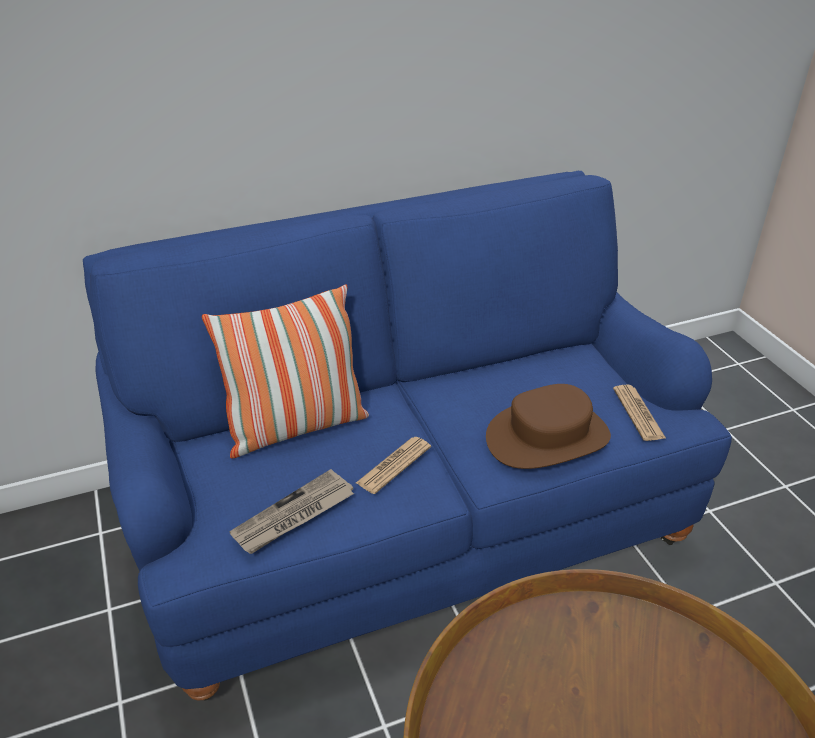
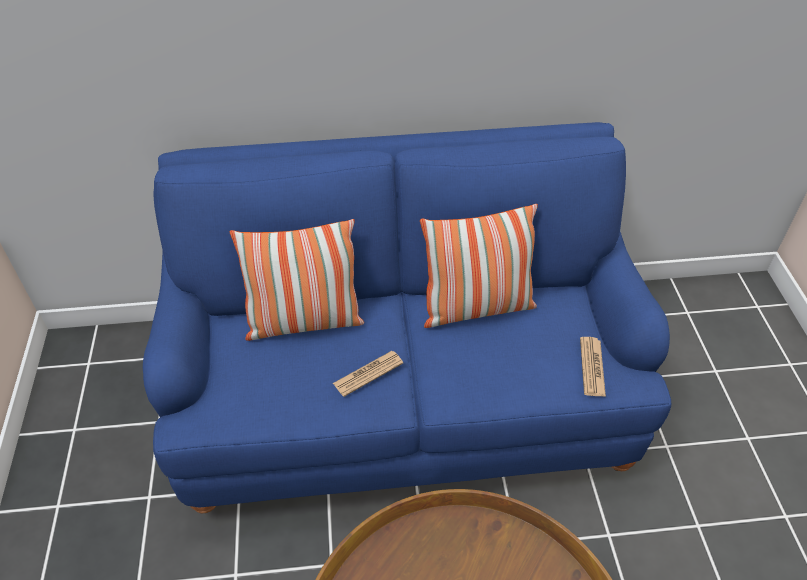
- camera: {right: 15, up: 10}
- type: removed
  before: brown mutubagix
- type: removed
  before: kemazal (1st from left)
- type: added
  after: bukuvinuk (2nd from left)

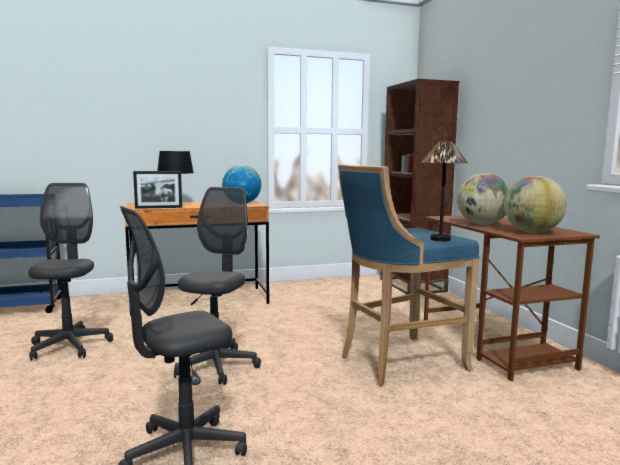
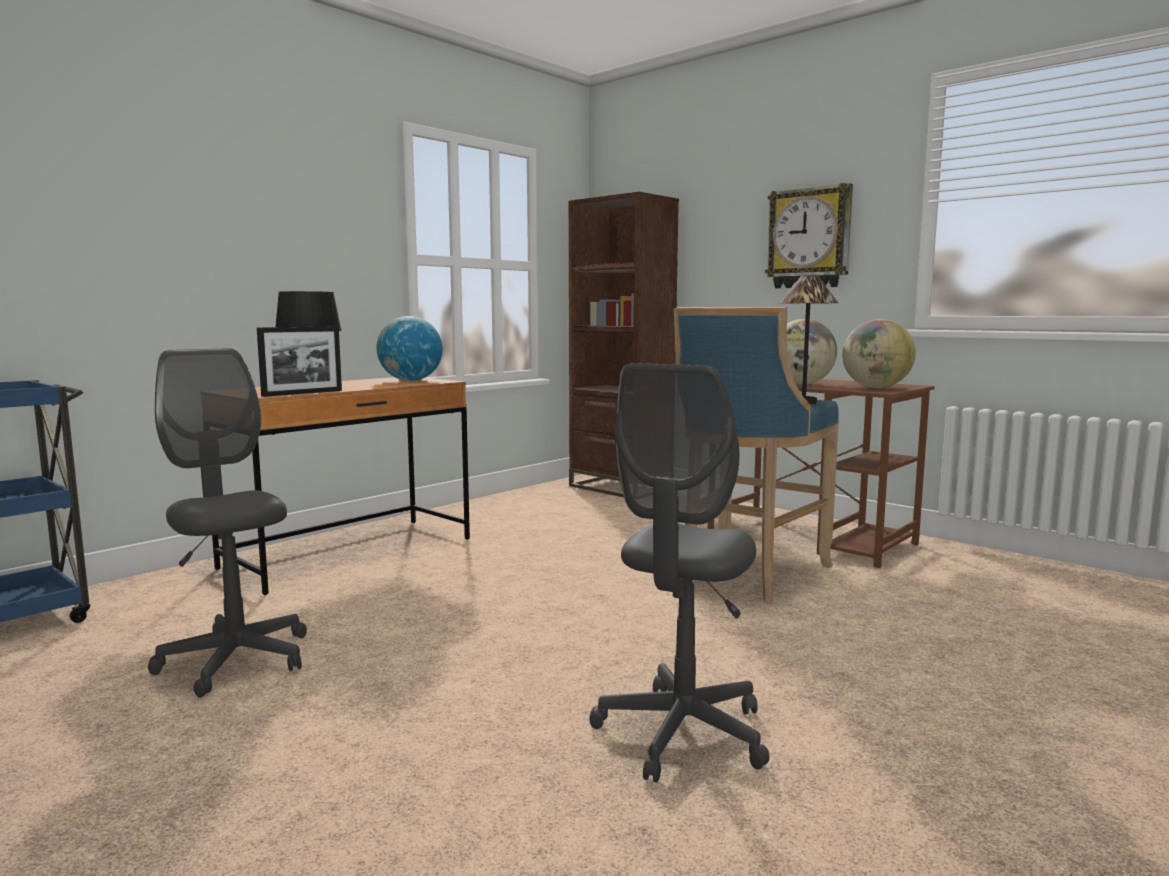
- camera: {right: -30, up: 0}
- type: removed
  before: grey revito (3rd from left)
- type: added
  after: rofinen

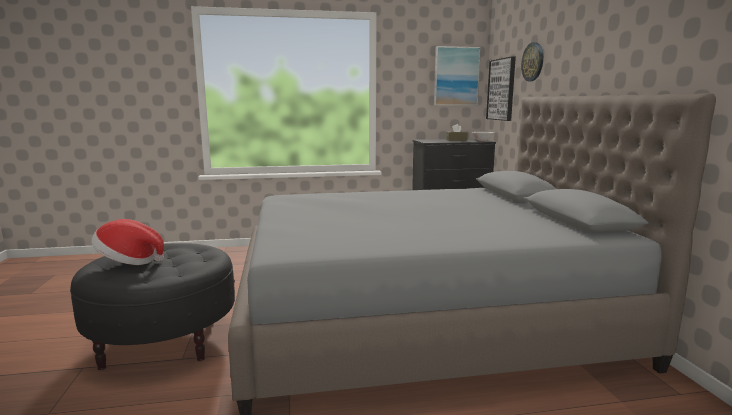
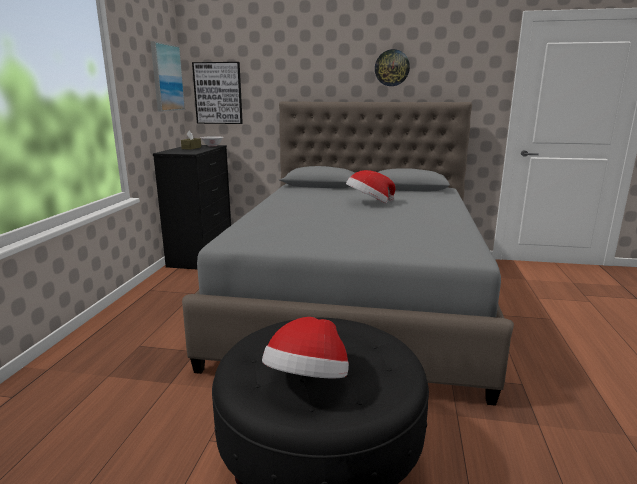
- camera: {right: -70, up: 5}
- type: moved
  before: rofinen
- type: added
  after: mutubagix (2nd from left)

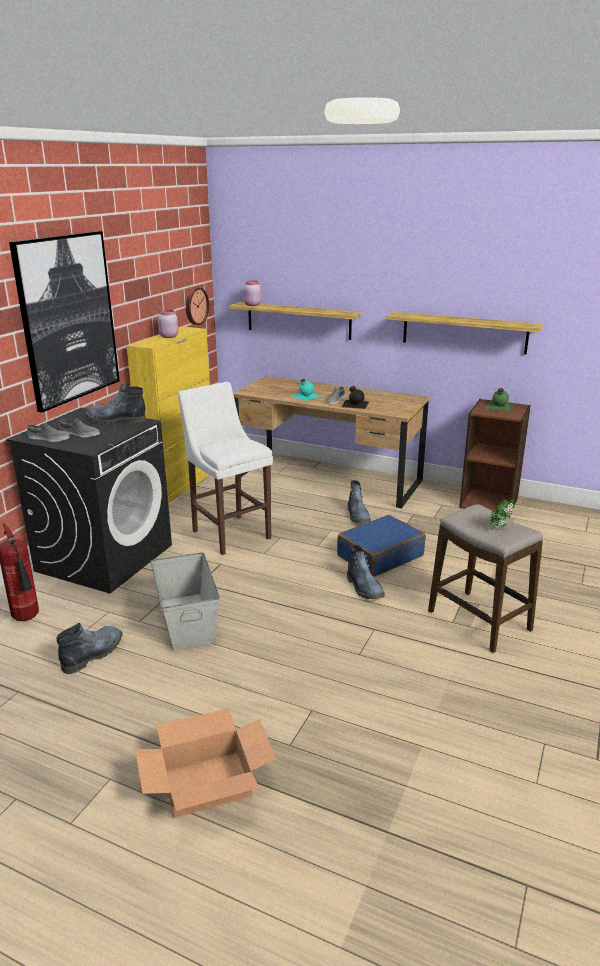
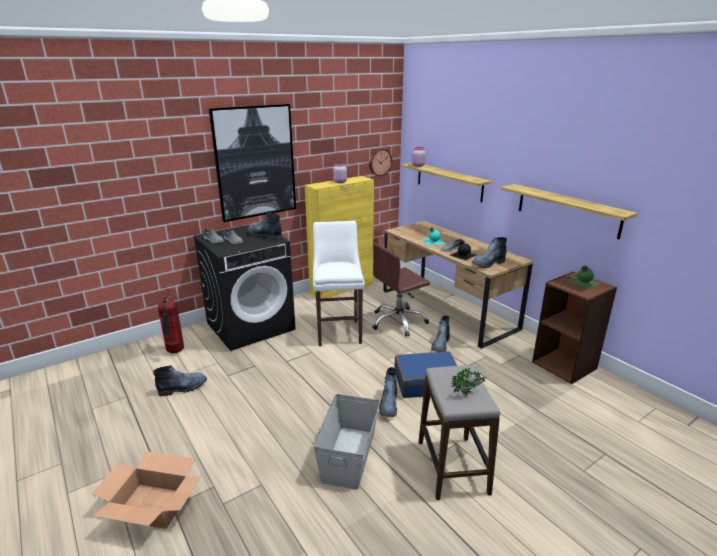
- camera: {right: 30, up: 0}
- type: moved
  before: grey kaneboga
- type: added
  after: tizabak (5th from left)
- type: added
  after: brown revito

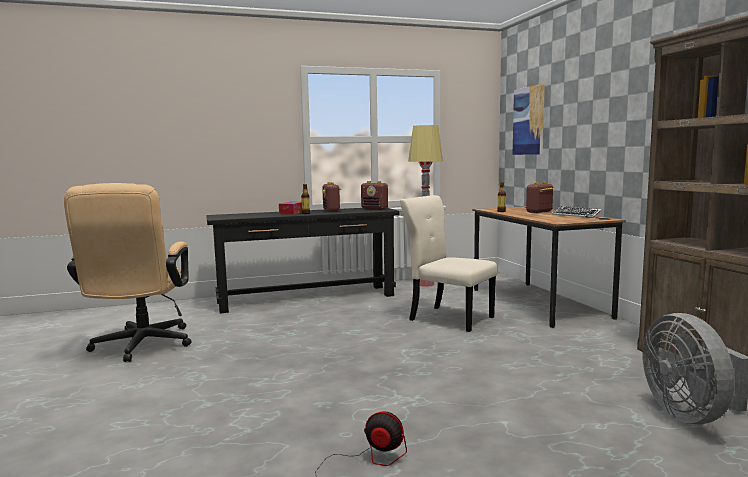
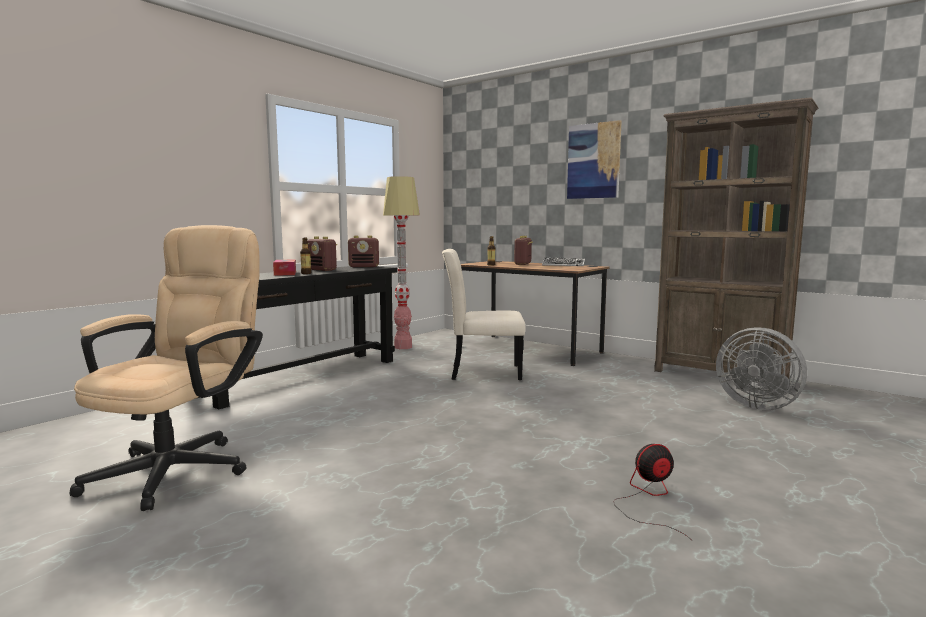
- camera: {right: -35, up: 0}
- type: moved
  before: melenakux
- type: turned
  before: beige revito
  turn: -120

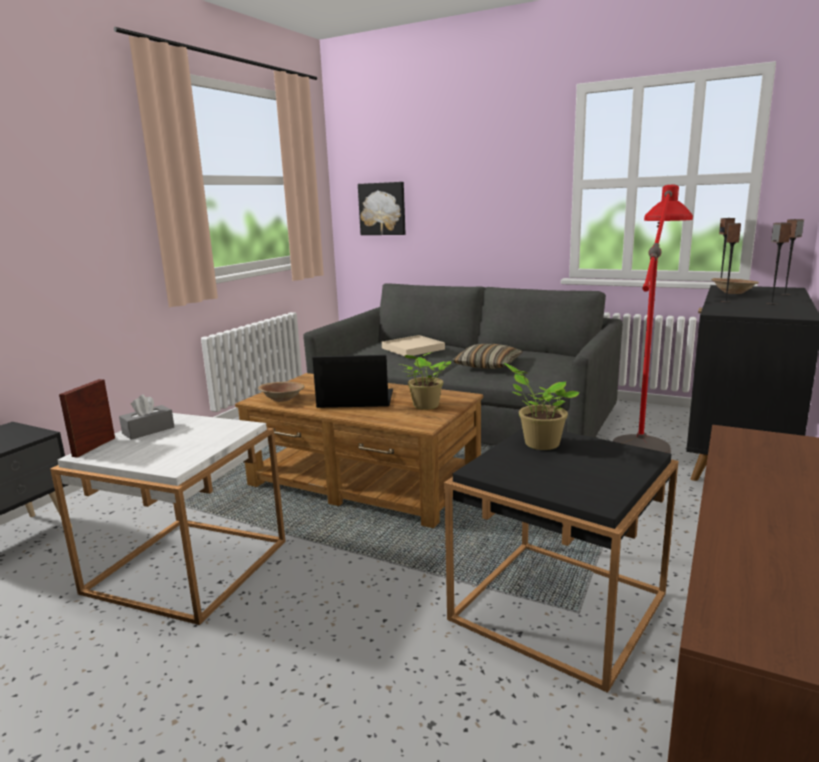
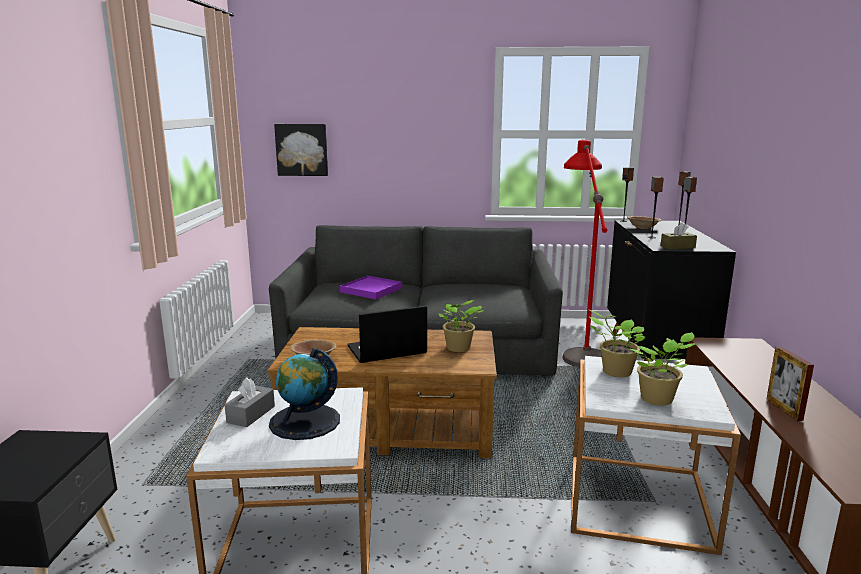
- camera: {right: -25, up: 0}
- type: recoloured
  before: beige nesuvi
  after: purple nesuvi
- type: removed
  before: bukuvinuk
- type: moved
  before: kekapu
- type: recoloured
  before: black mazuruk
  after: white mazuruk (2nd from left)
- type: added
  after: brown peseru
- type: added
  after: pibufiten (3rd from left)
- type: added
  after: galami

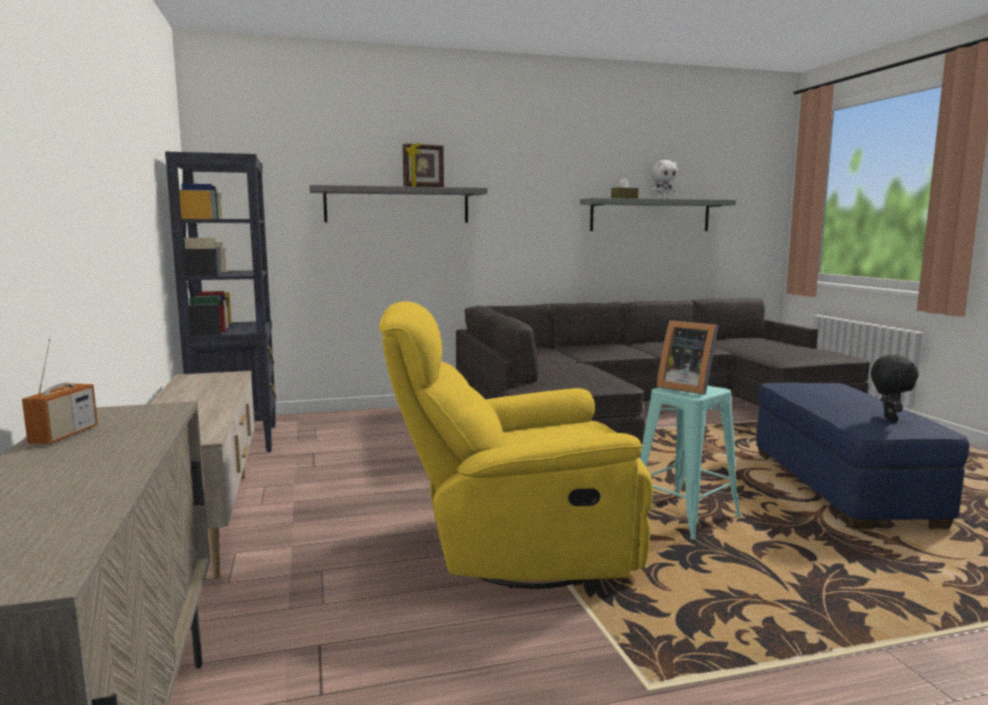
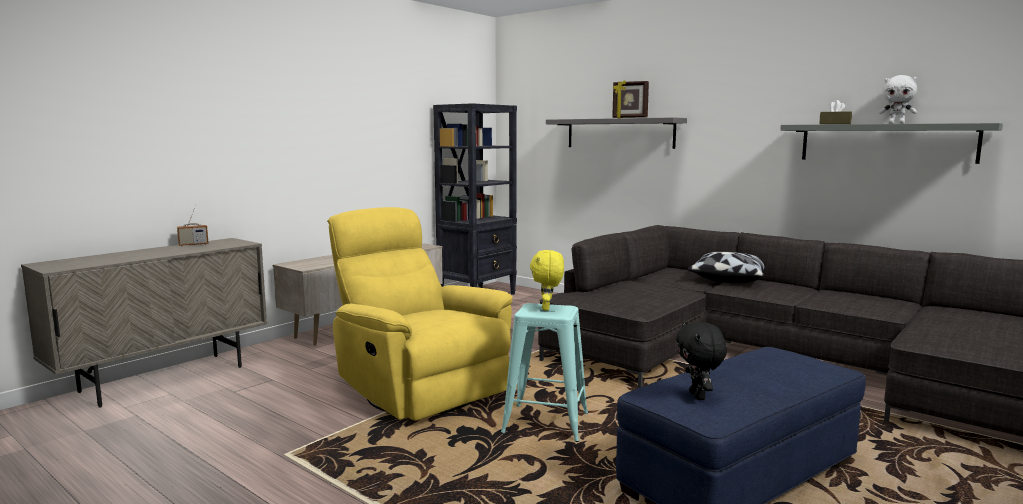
- camera: {right: 55, up: 0}
- type: replaced
  before: kekapu (2nd from left)
  after: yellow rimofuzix
- type: turned
  before: black rimofuzix
  turn: 105
- type: added
  after: bukuvinuk

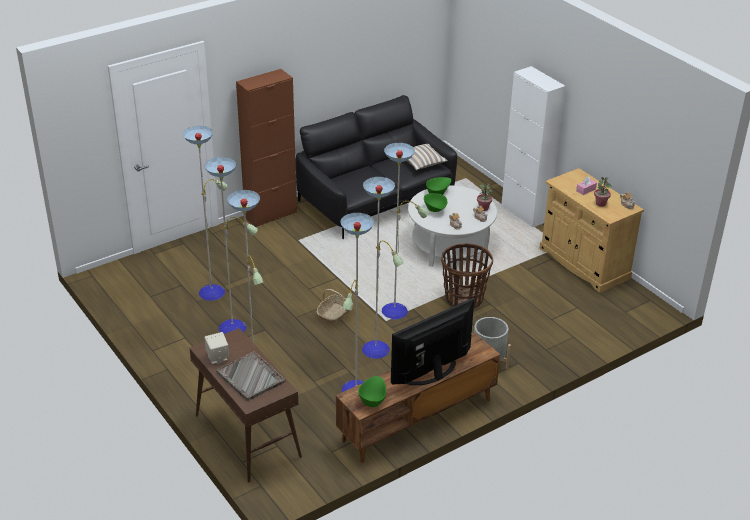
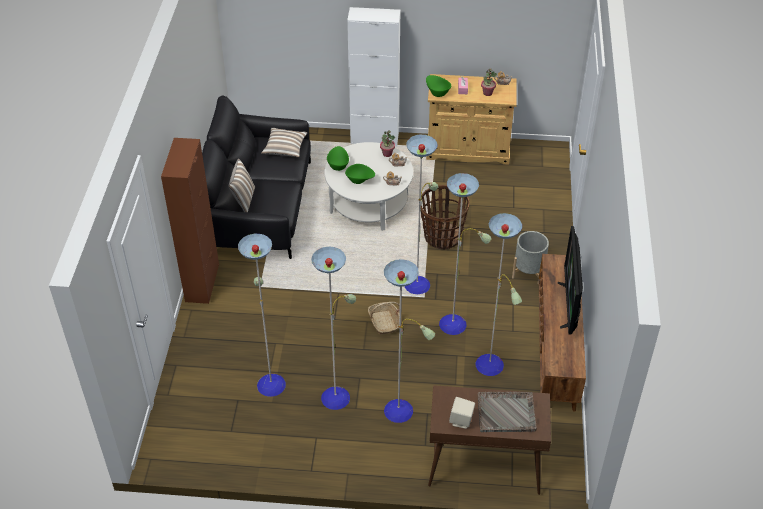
- camera: {right: -50, up: 10}
- type: moved
  before: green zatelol (1st from left in the first image)
  after: green zatelol (3rd from left)
- type: added
  after: bukuvinuk (1st from left)

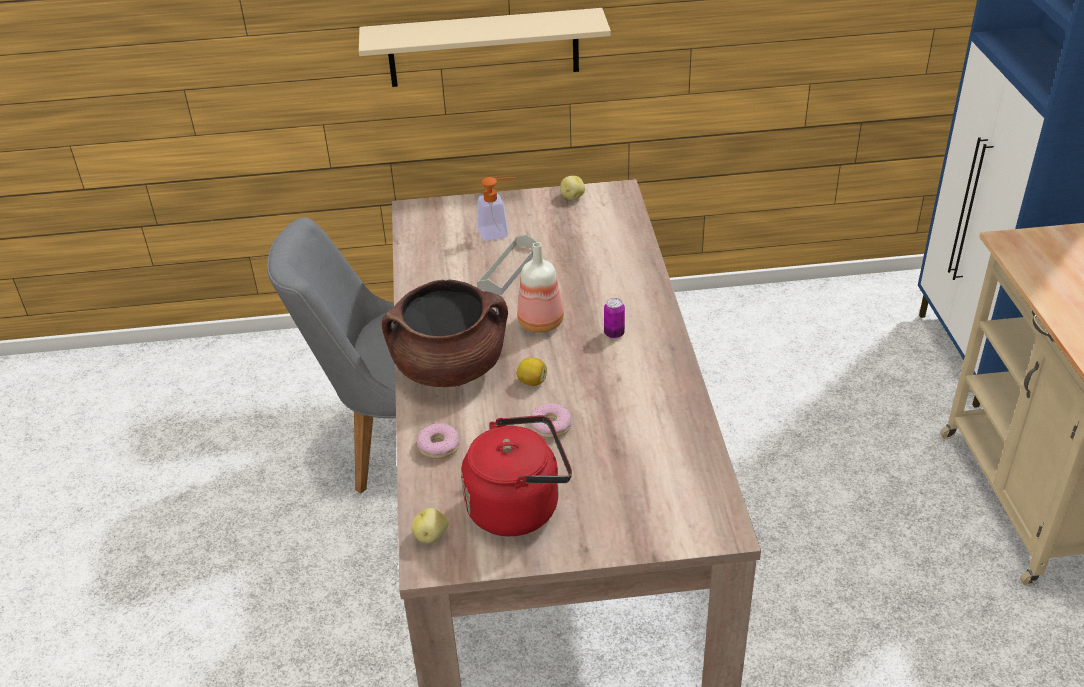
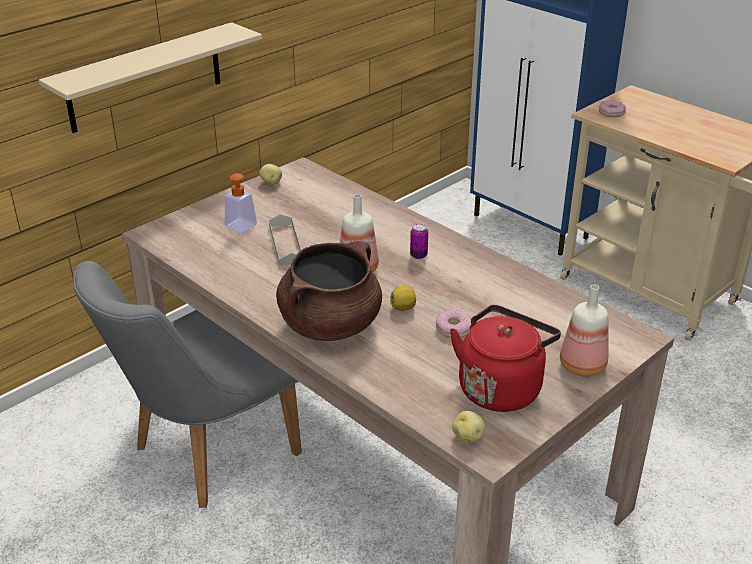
- camera: {right: -40, up: -5}
- type: moved
  before: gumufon (1st from left in the first image)
  after: gumufon (2nd from left)
- type: added
  after: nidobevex (2nd from left)

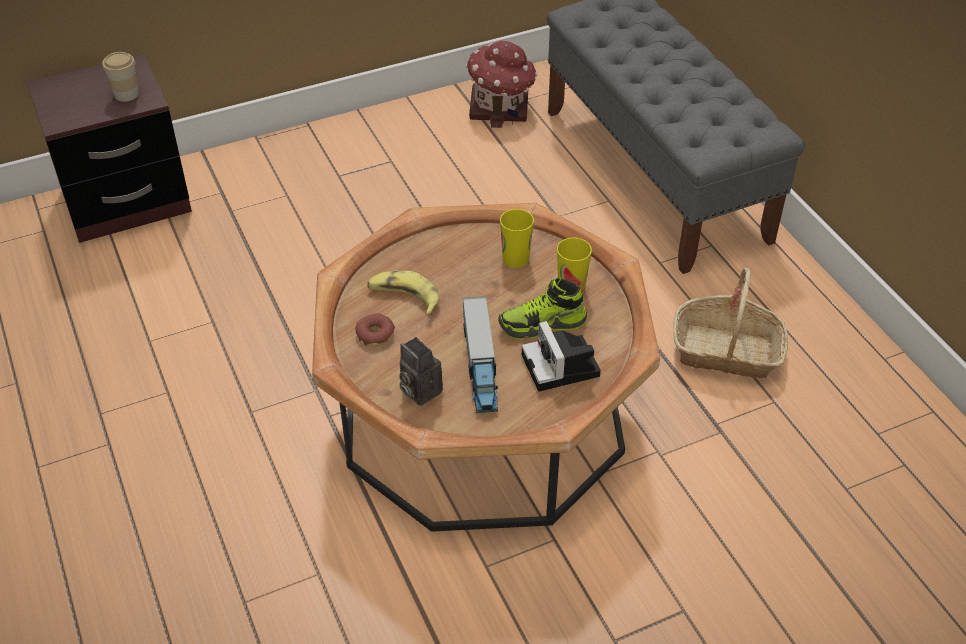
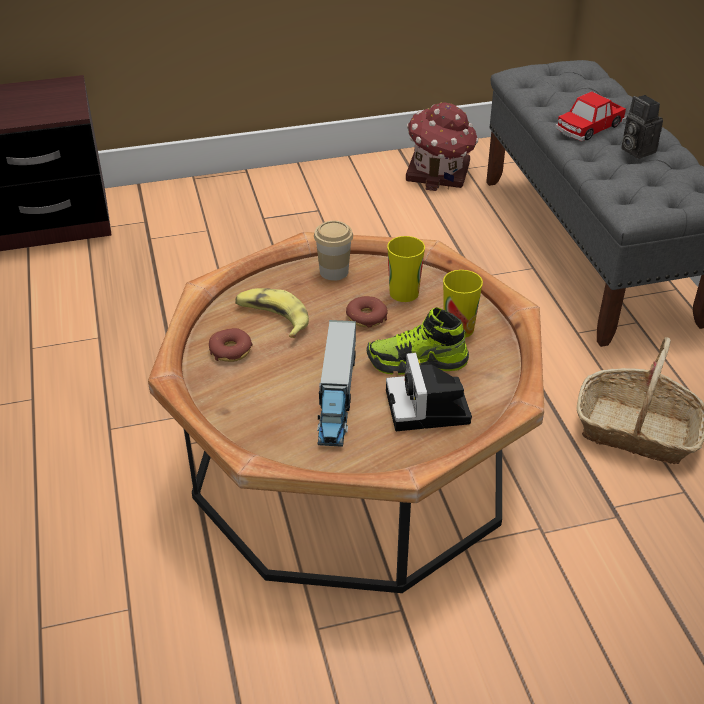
- camera: {right: 10, up: -5}
- type: moved
  before: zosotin (1st from left)
- type: moved
  before: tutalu (1st from left in the first image)
  after: tutalu (2nd from left)
- type: added
  after: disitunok
- type: added
  after: gumufon (2nd from left)

